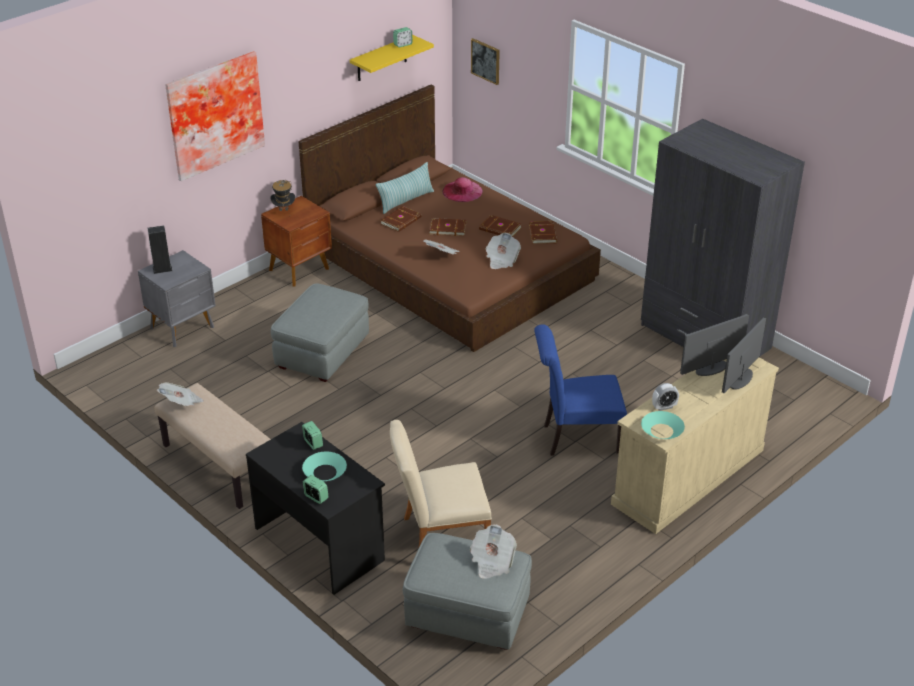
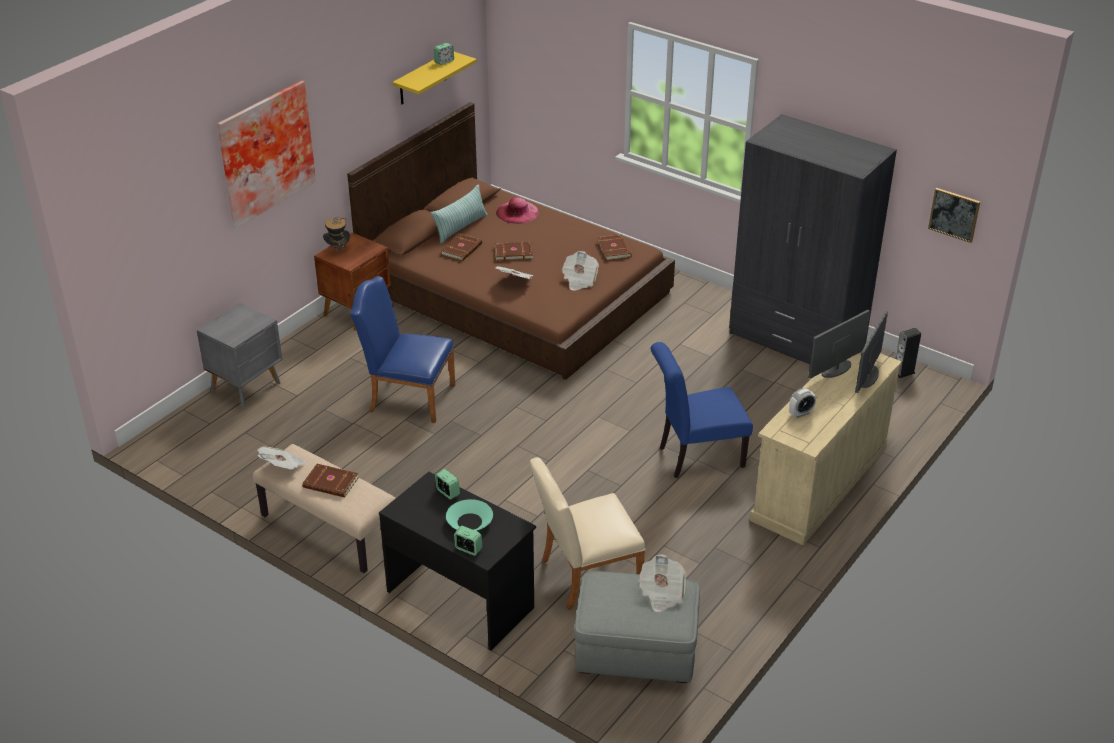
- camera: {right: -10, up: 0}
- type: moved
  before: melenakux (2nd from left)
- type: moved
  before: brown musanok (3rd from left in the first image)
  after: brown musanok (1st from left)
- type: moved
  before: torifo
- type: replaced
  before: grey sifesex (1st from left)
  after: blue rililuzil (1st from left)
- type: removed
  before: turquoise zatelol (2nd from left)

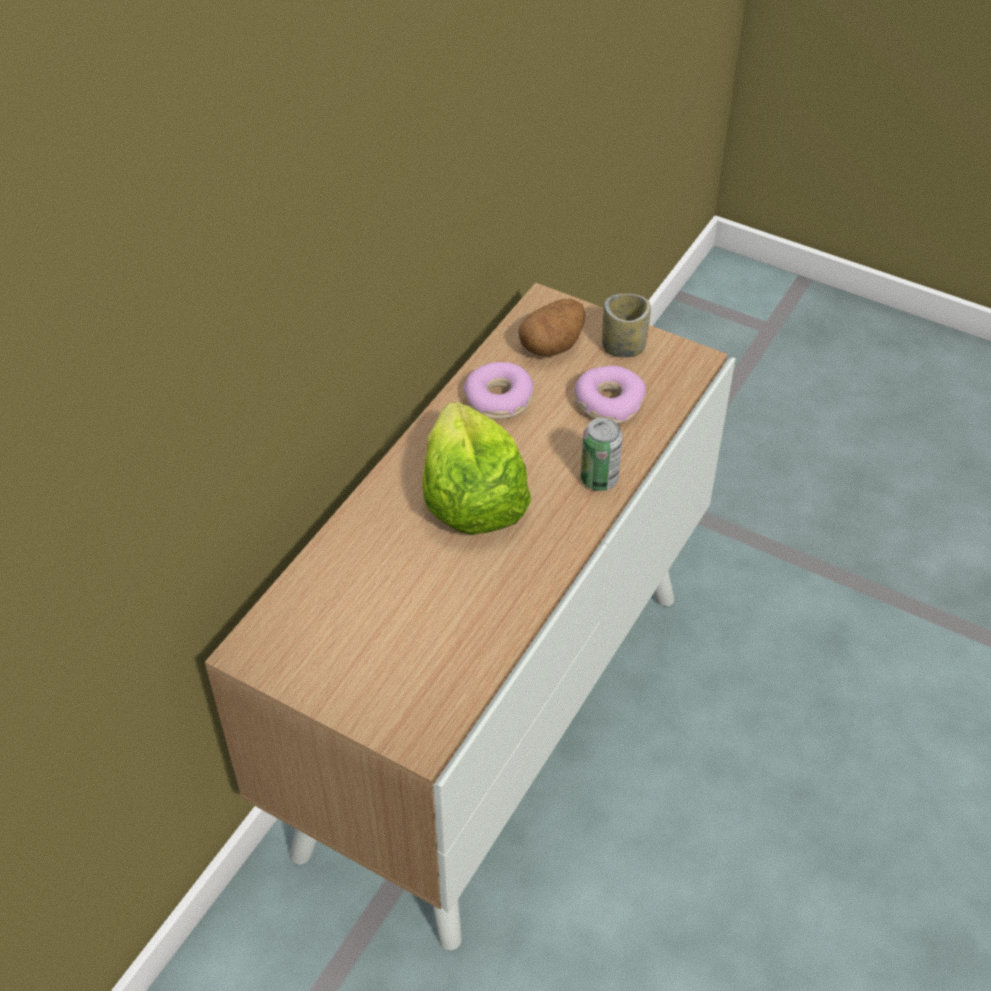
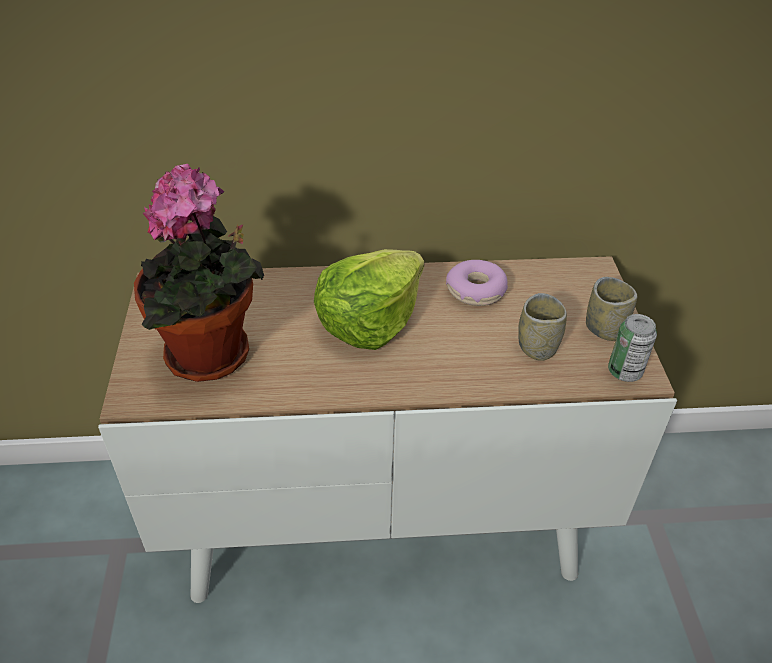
- camera: {right: 55, up: -5}
- type: removed
  before: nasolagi
- type: replaced
  before: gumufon (2nd from left)
  after: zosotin (1st from left)
- type: moved
  before: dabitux
- type: added
  after: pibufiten

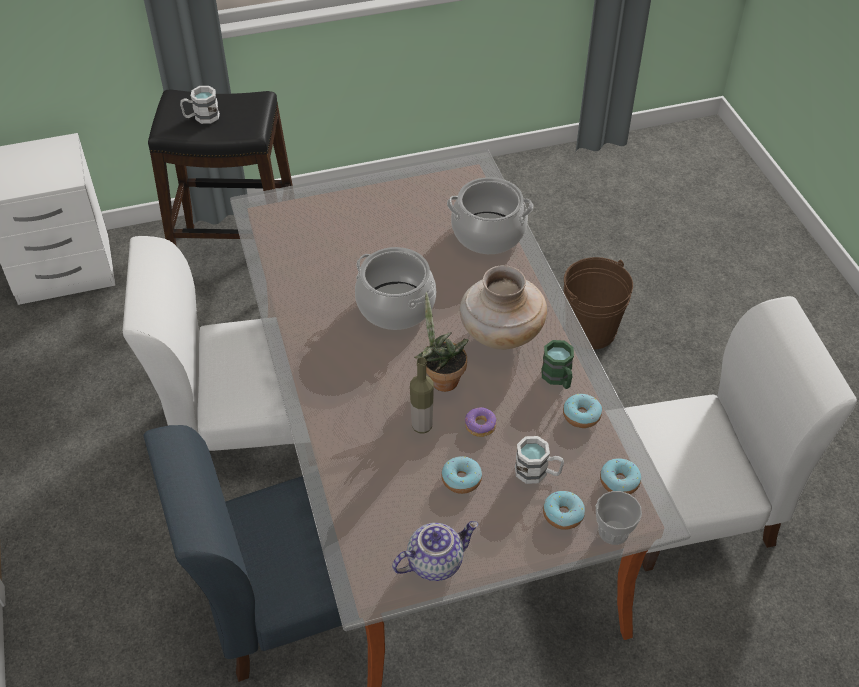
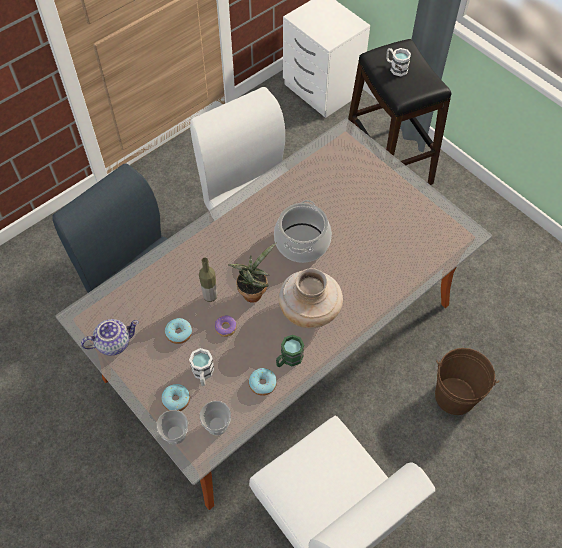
- camera: {right: 65, up: 10}
- type: removed
  before: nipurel (2nd from left)
- type: replaced
  before: gumufon (5th from left)
  after: zosotin (2nd from left)
- type: turned
  before: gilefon
  turn: -60

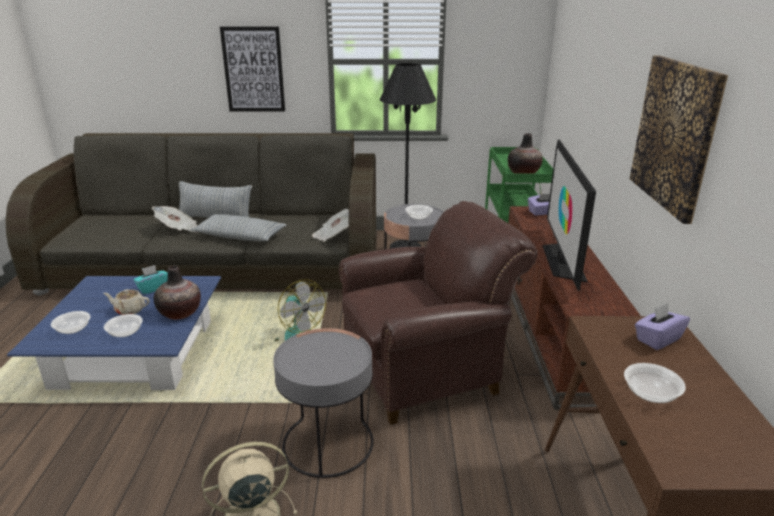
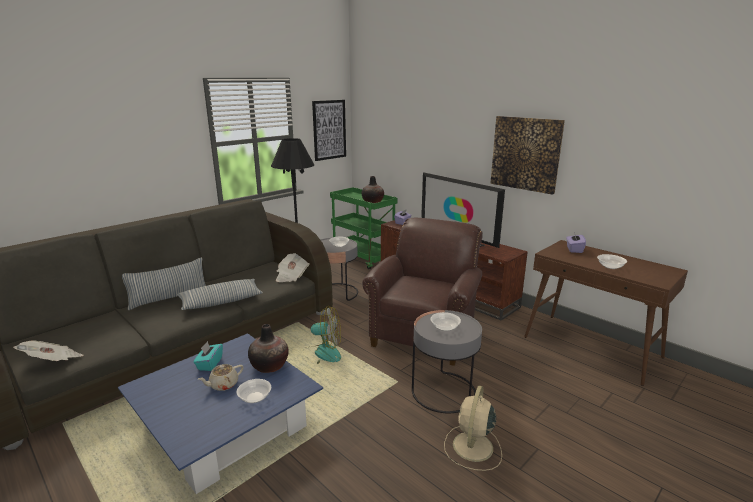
- camera: {right: -45, up: -5}
- type: moved
  before: melenakux (1st from left)
- type: moved
  before: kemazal (1st from left)
- type: moved
  before: zatelol (1st from left in the first image)
  after: zatelol (3rd from left)

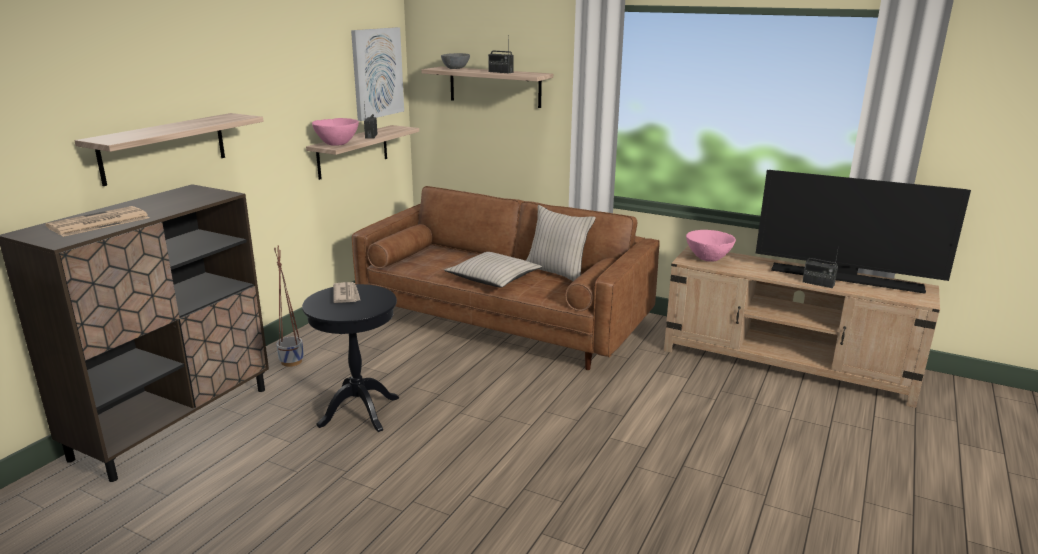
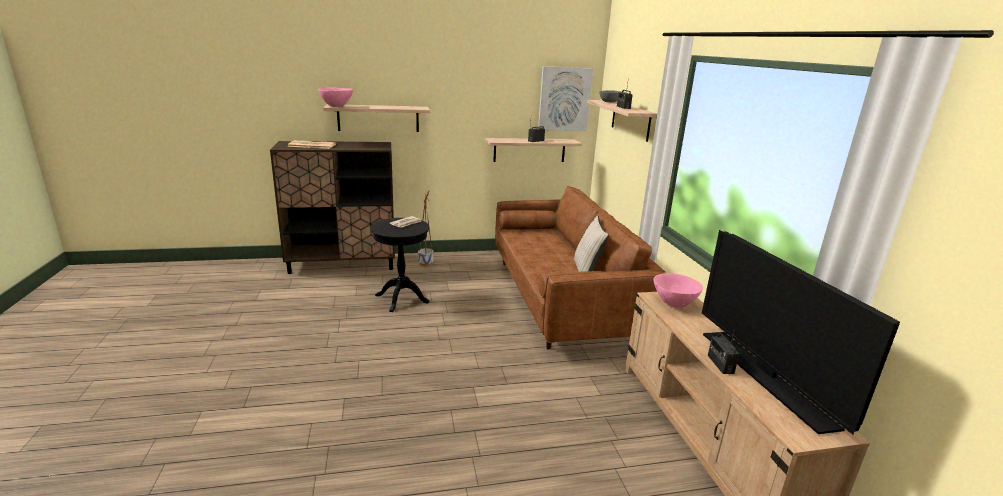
- camera: {right: 50, up: 0}
- type: moved
  before: pink zatelol (1st from left)
- type: removed
  before: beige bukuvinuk (1st from left)

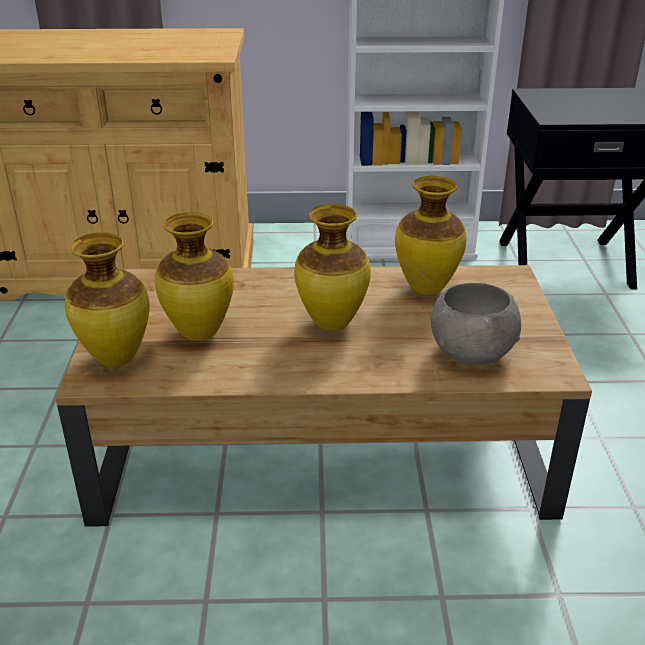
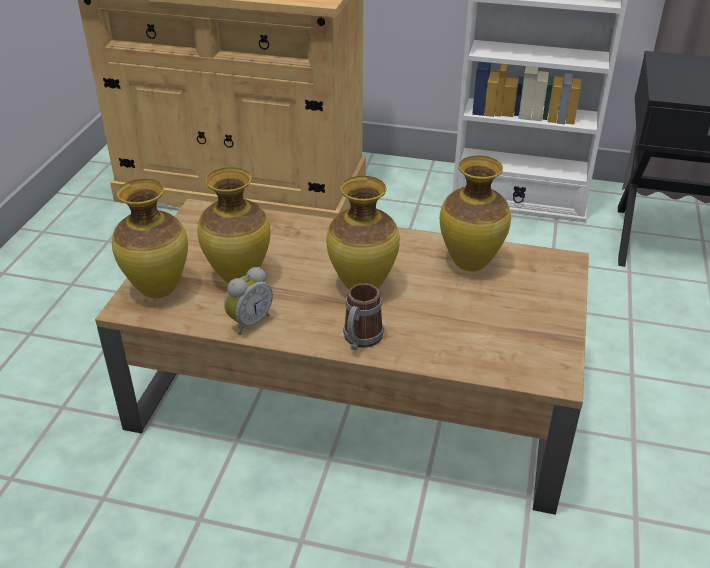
- camera: {right: 15, up: 5}
- type: removed
  before: grey zatelol
- type: added
  after: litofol
- type: added
  after: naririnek

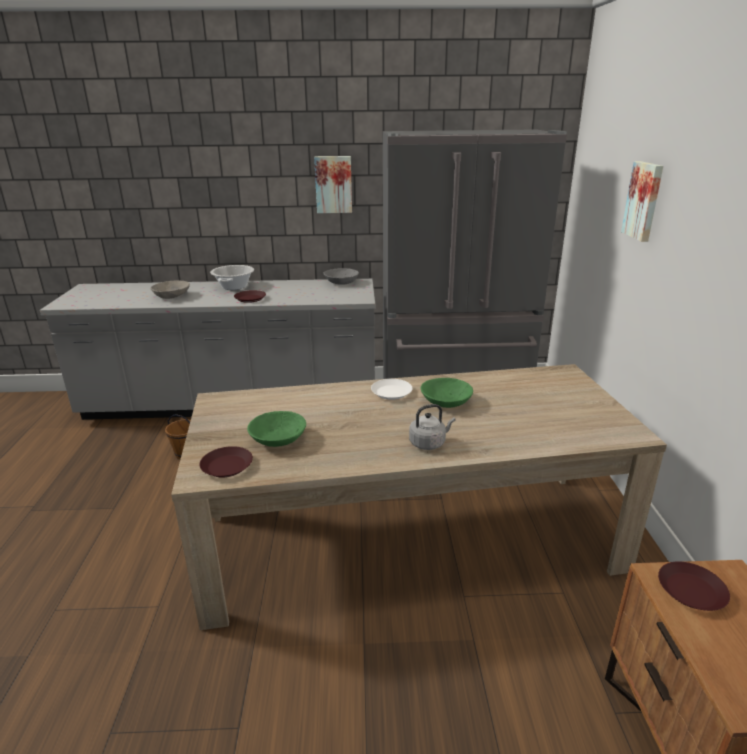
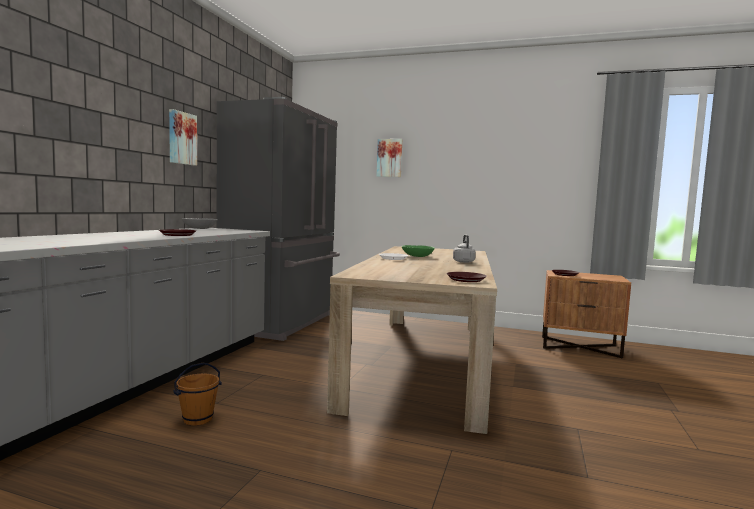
- camera: {right: -70, up: -20}
- type: removed
  before: nipurel
- type: removed
  before: grey zatelol (1st from left)
- type: removed
  before: green zatelol (1st from left)

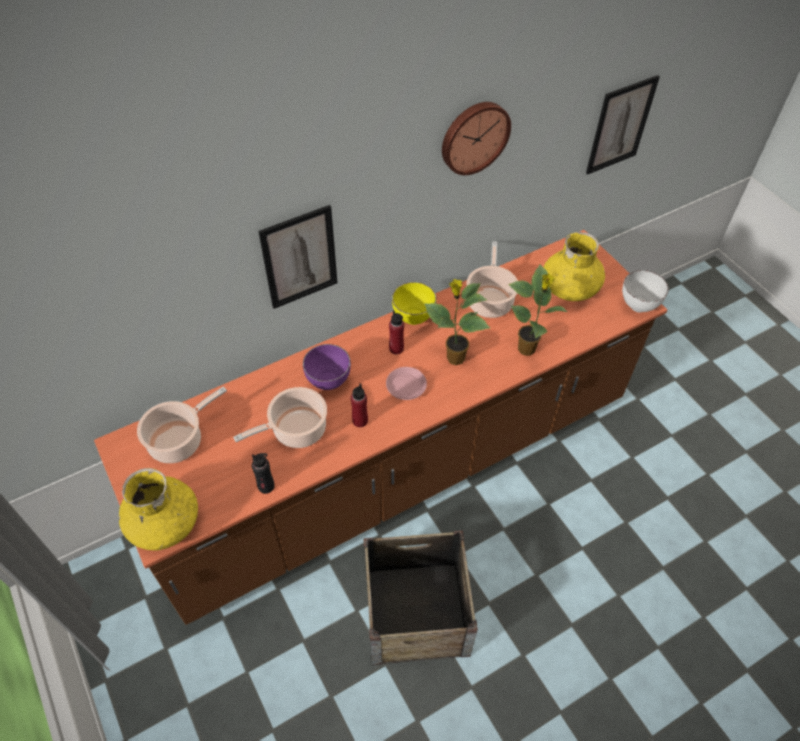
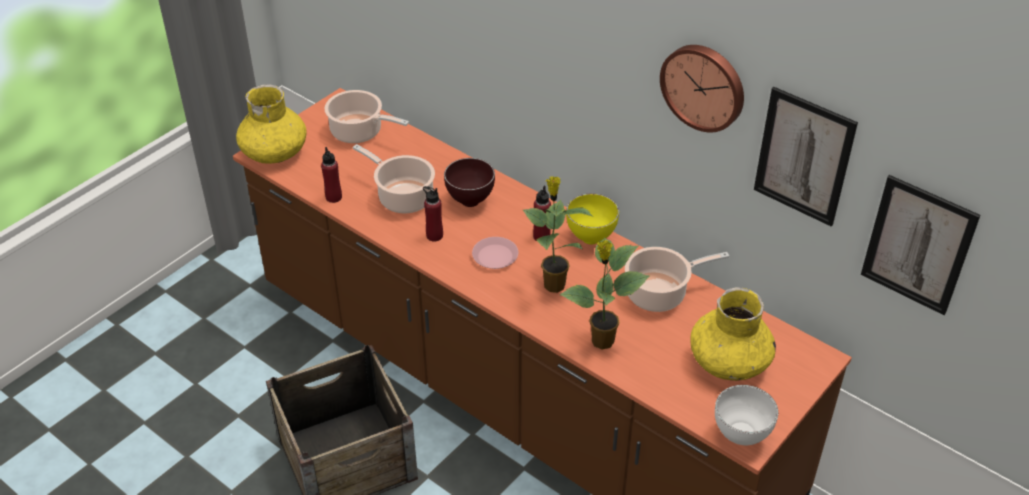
- camera: {right: 70, up: -10}
- type: moved
  before: melenakux (1st from left)
- type: recoloured
  before: purple zatelol
  after: brown zatelol
- type: recoloured
  before: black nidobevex
  after: red nidobevex (1st from left)

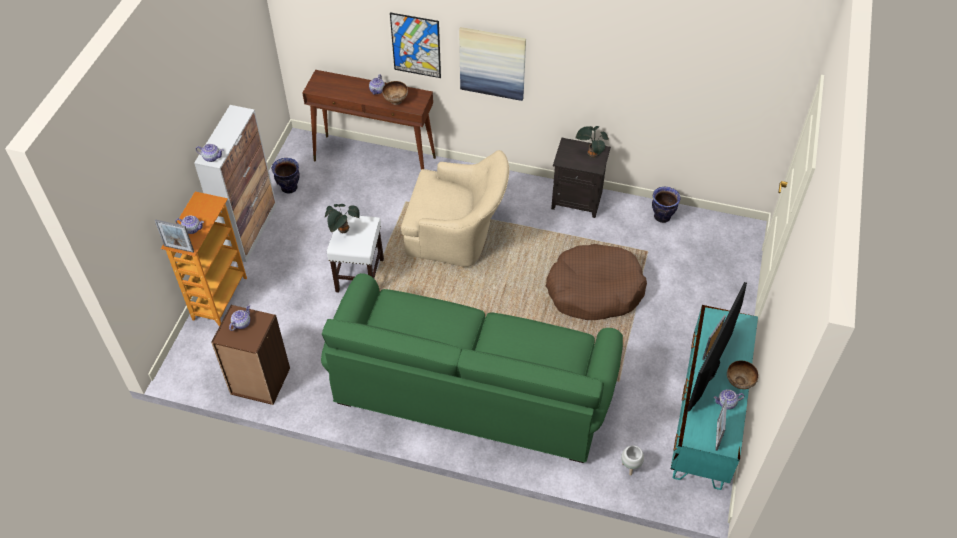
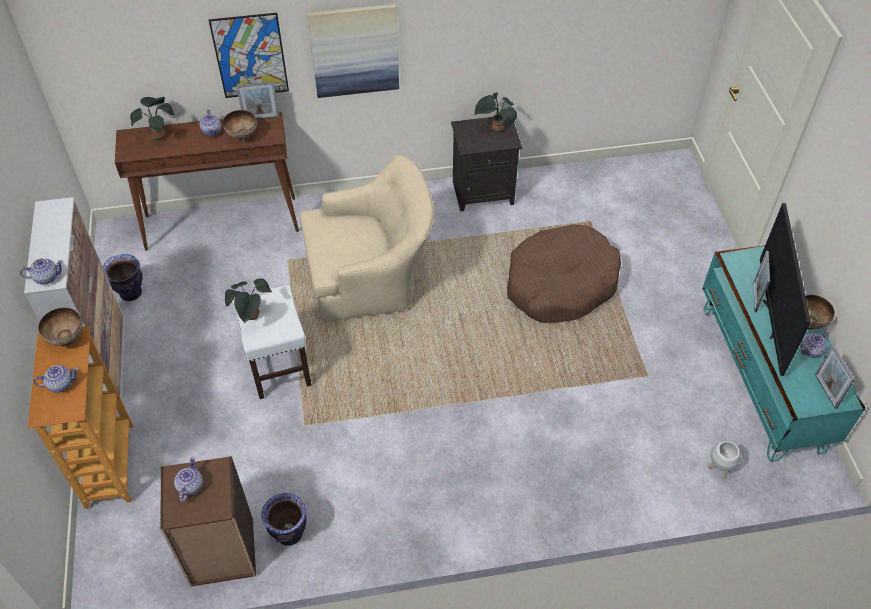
- camera: {right: -25, up: 0}
- type: moved
  before: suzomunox (2nd from left)
- type: moved
  before: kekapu (1st from left)
- type: removed
  before: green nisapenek
- type: added
  after: pibufiten (1st from left)
- type: added
  after: zatelol (1st from left)

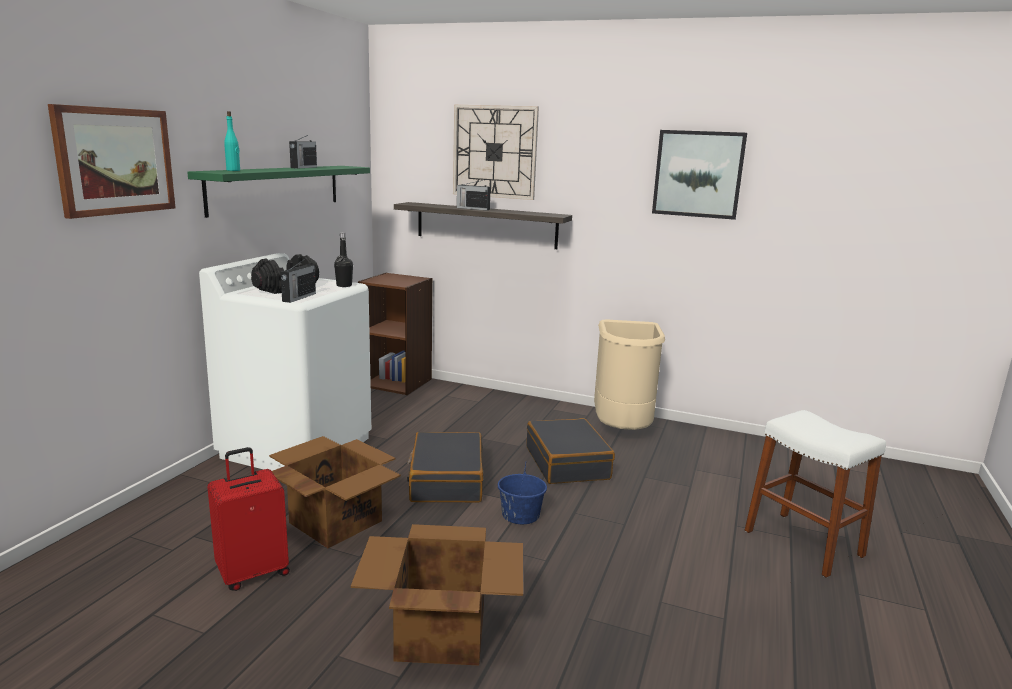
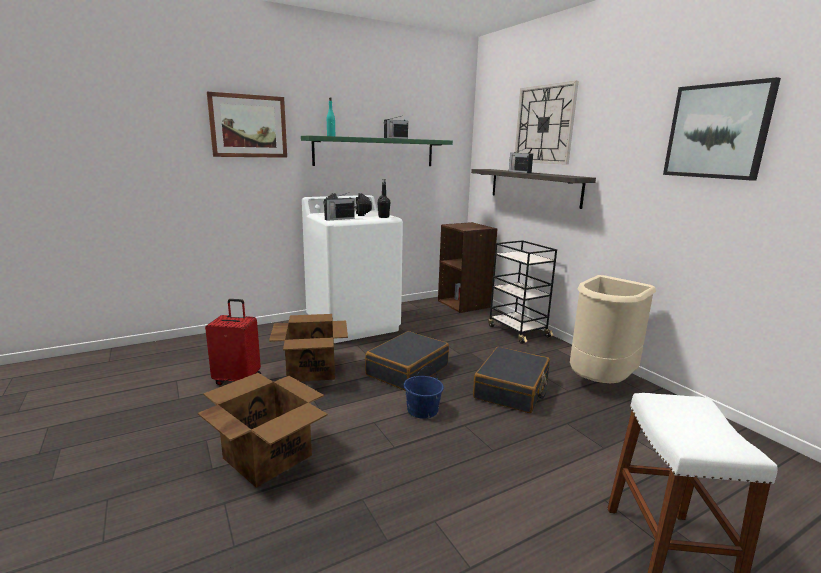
- camera: {right: 40, up: 0}
- type: added
  after: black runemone

